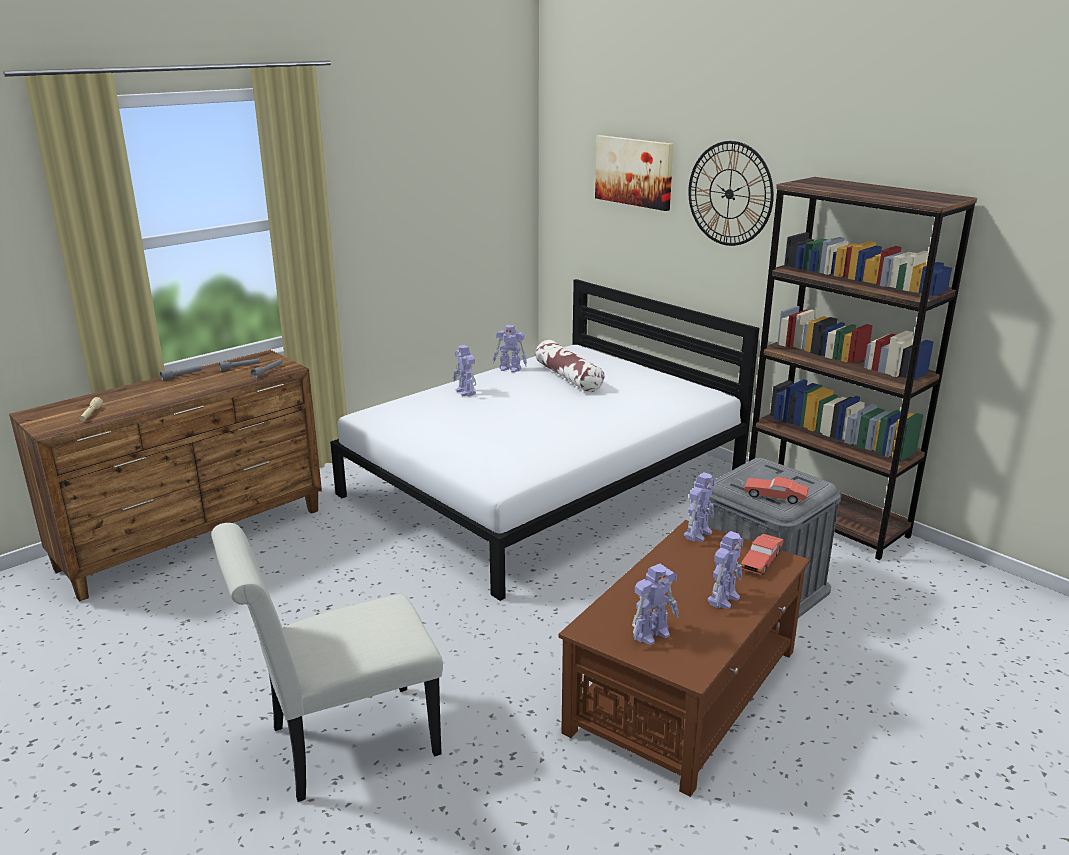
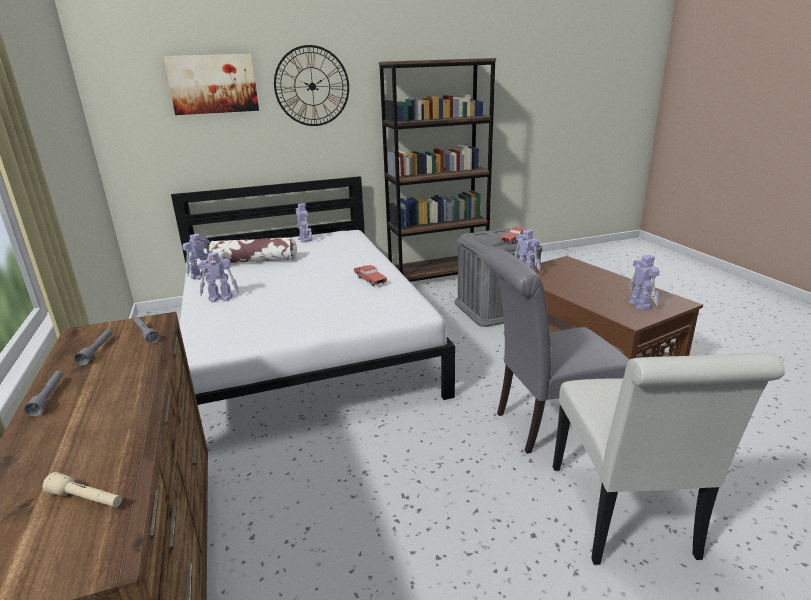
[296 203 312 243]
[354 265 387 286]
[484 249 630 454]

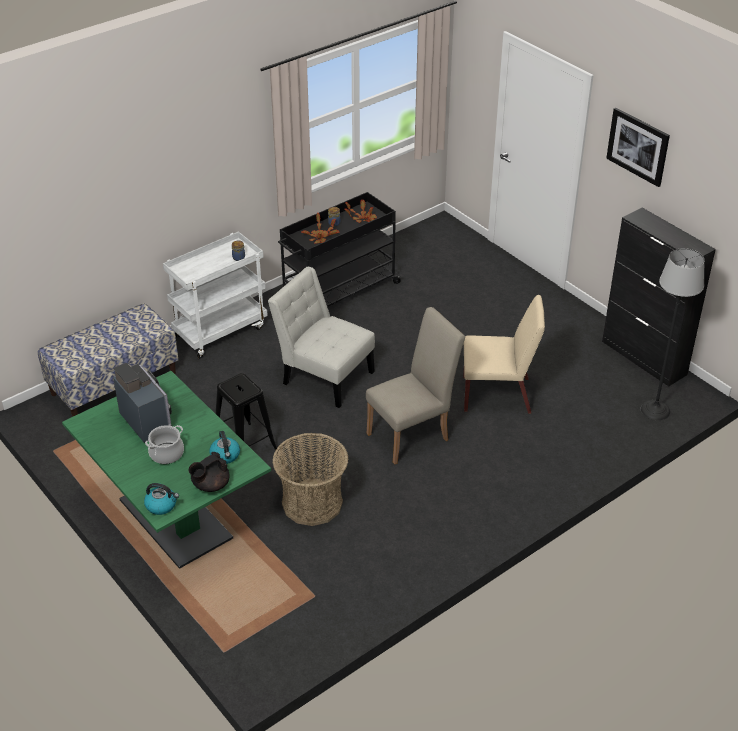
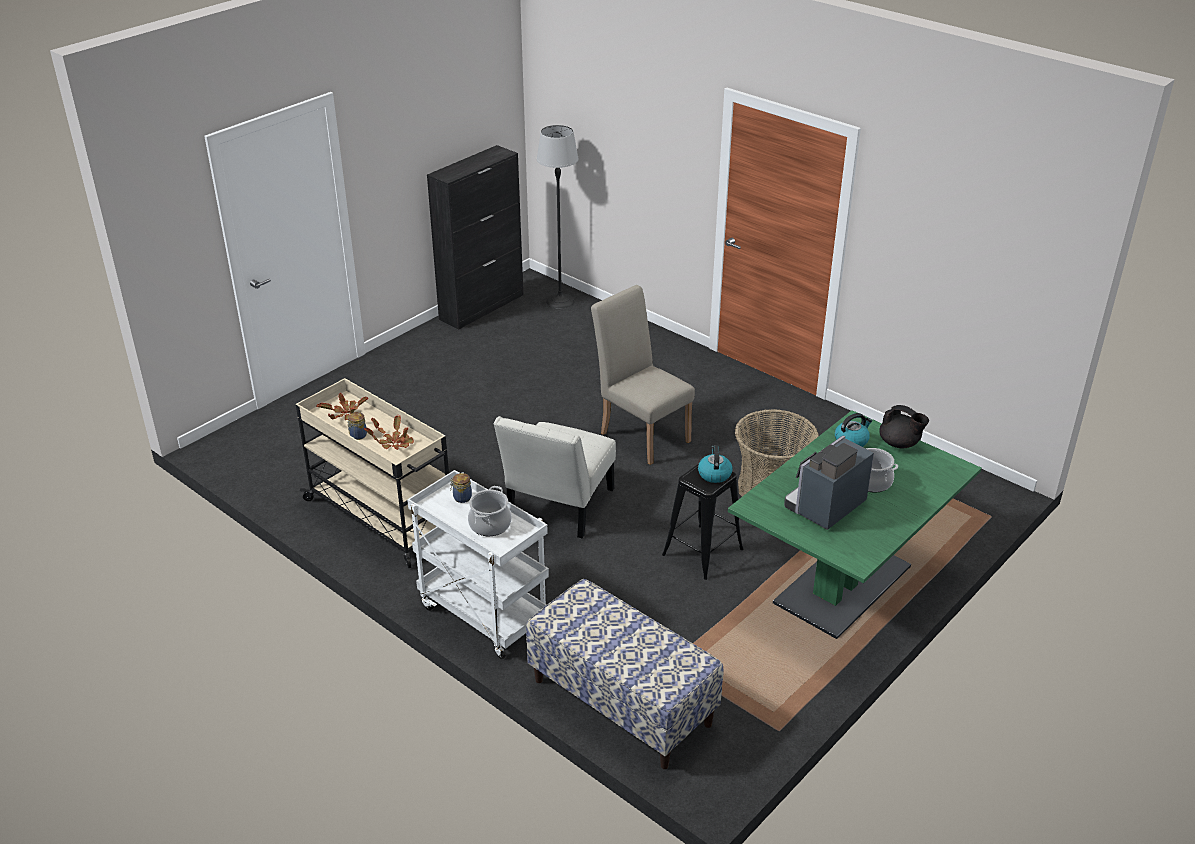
[296 378 449 568]
[468 486 512 536]
[698 445 733 483]
[463 295 545 414] (first image)
[606 108 670 187] (first image)

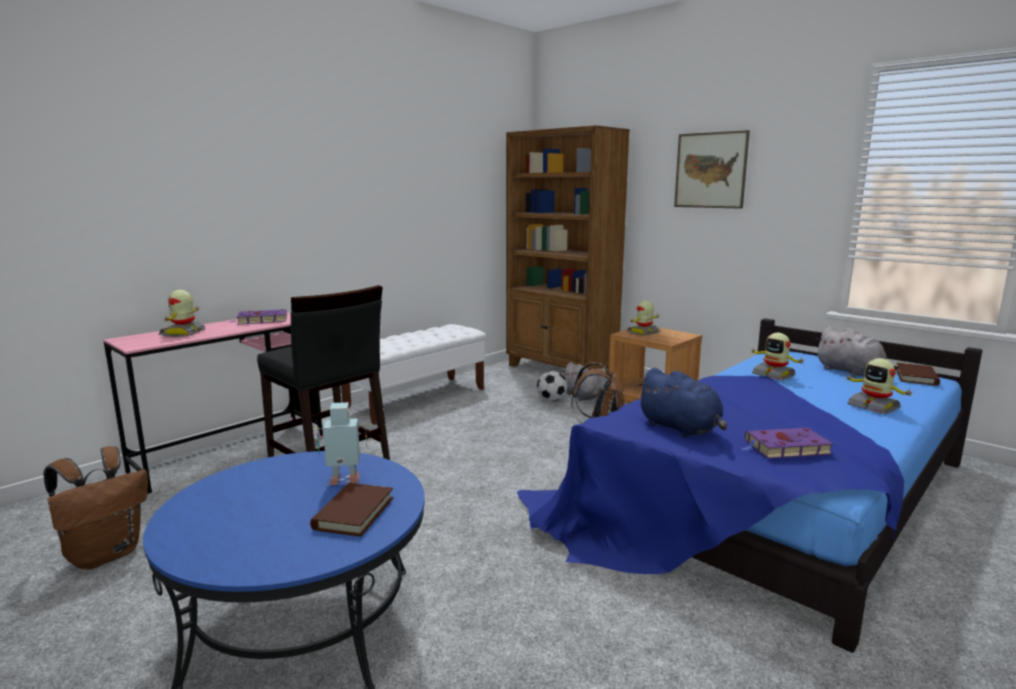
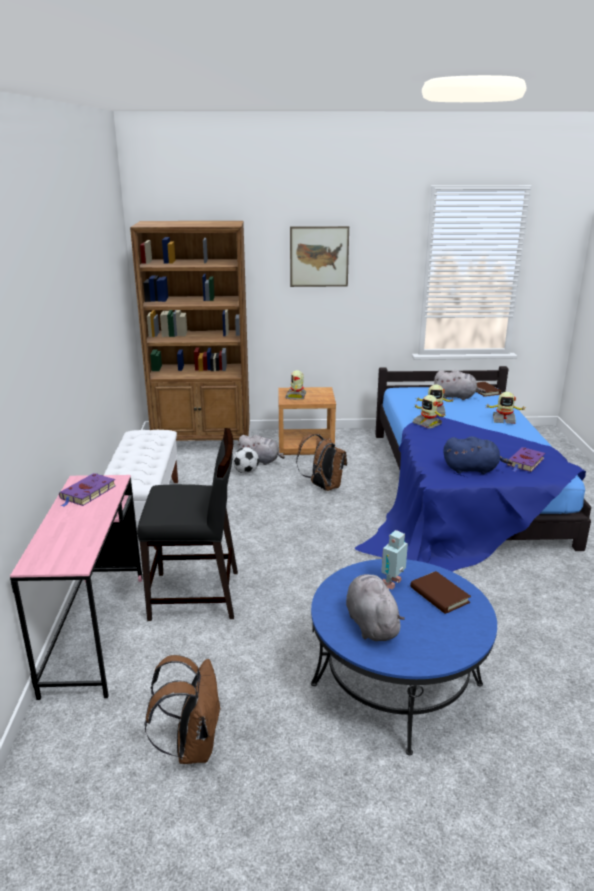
[346 574 405 641]
[413 395 445 429]

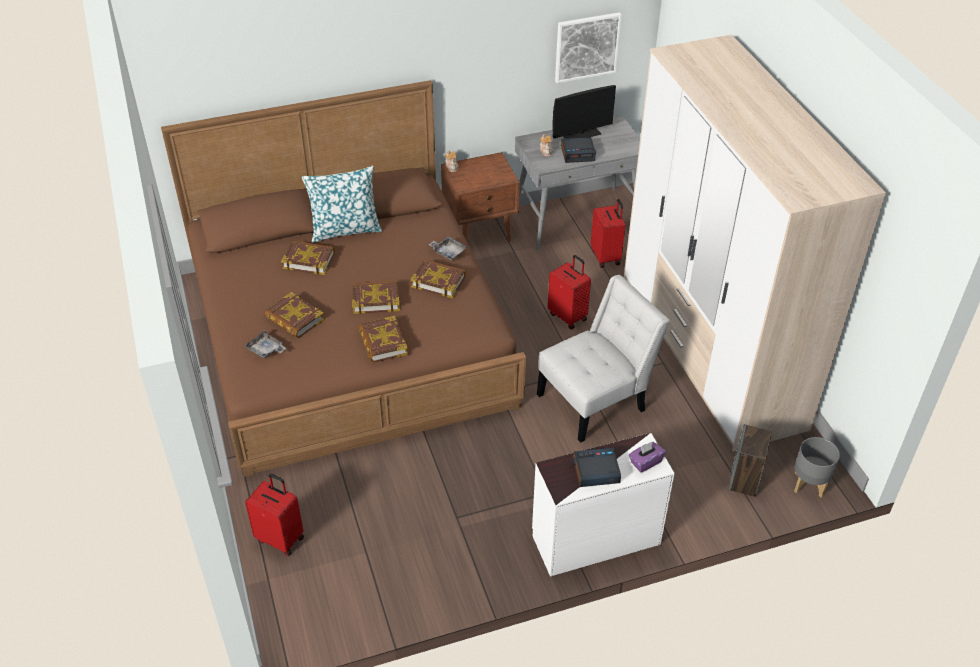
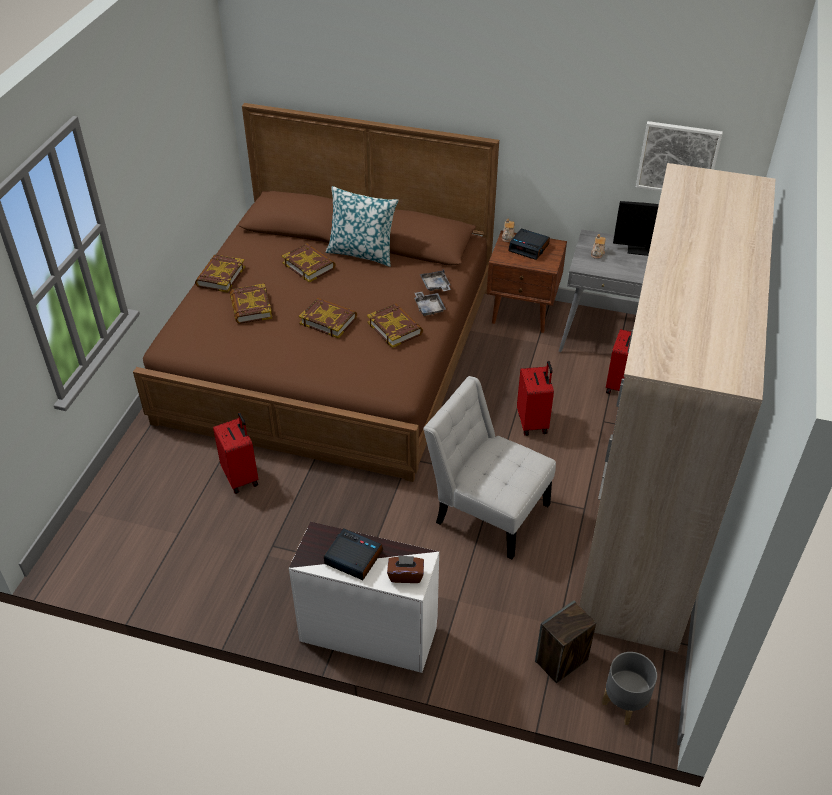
[195 254 245 293]
[213 413 258 494]
[387 555 424 583]
[420 269 451 291]
[423 376 556 559]
[508 228 550 260]

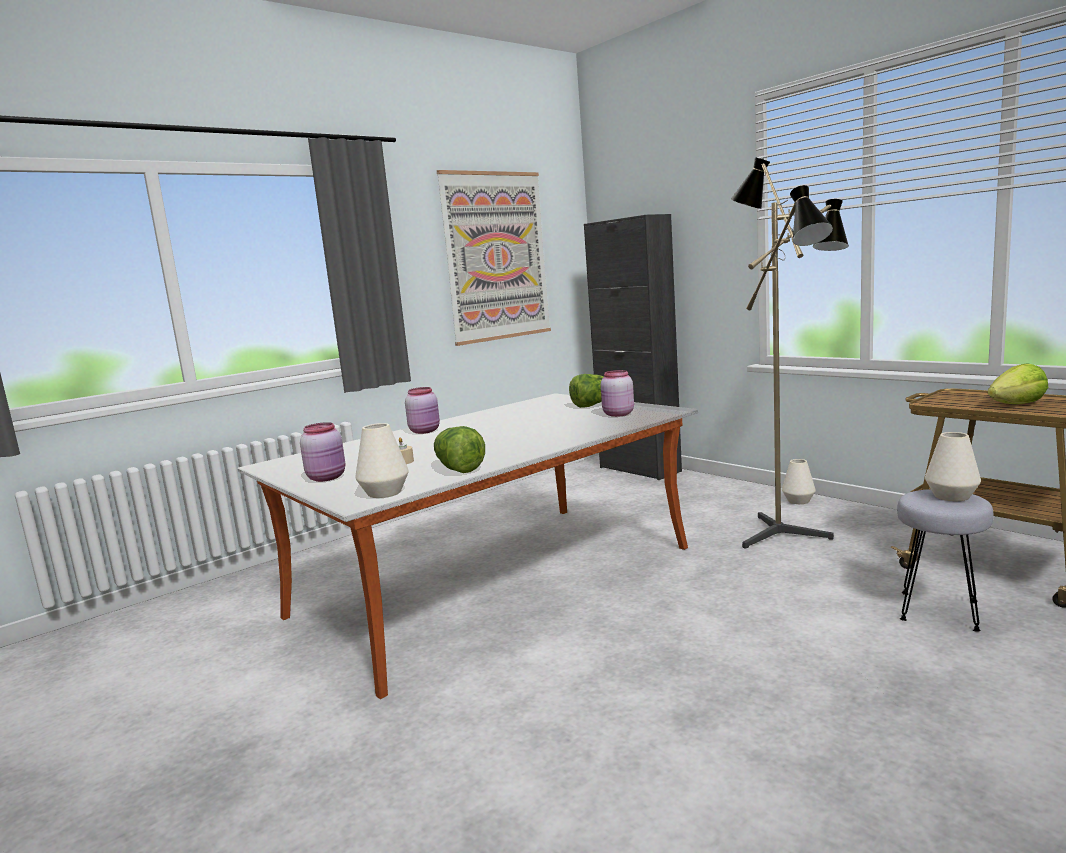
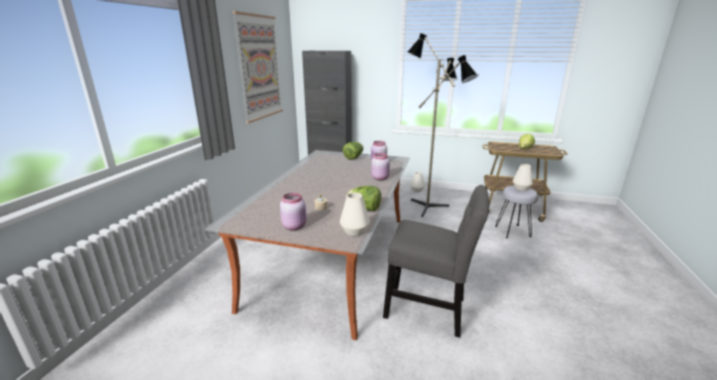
[371 153 390 180]
[383 185 490 338]

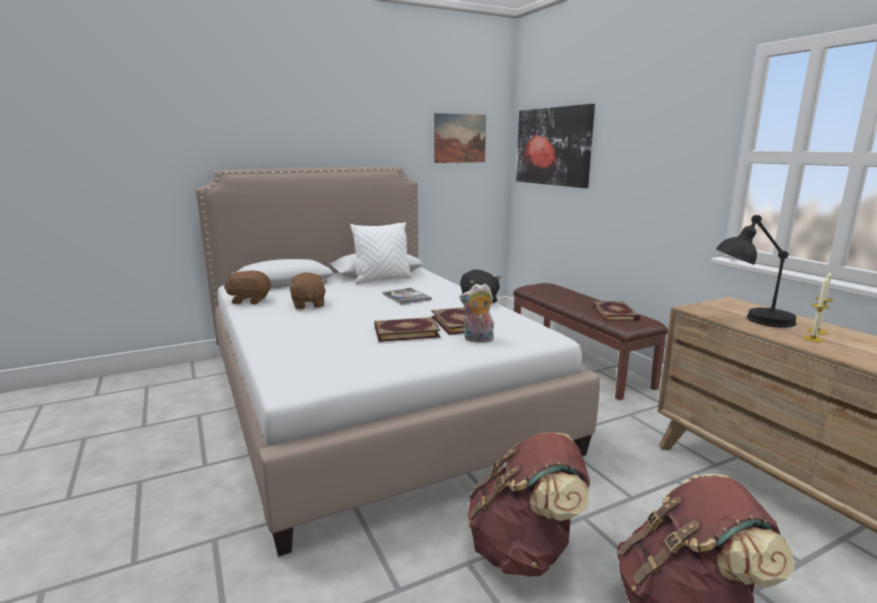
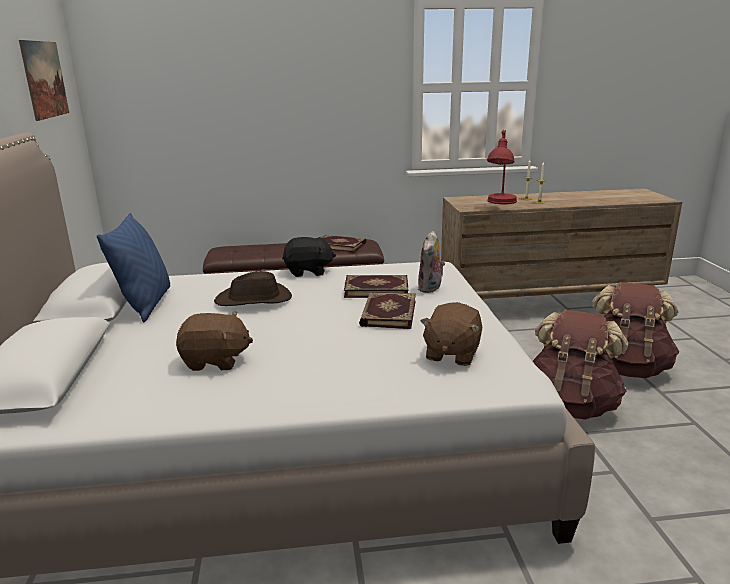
[97 213 170 322]
[214 271 292 306]
[420 302 482 366]
[487 130 517 204]
[516 104 595 188] (first image)

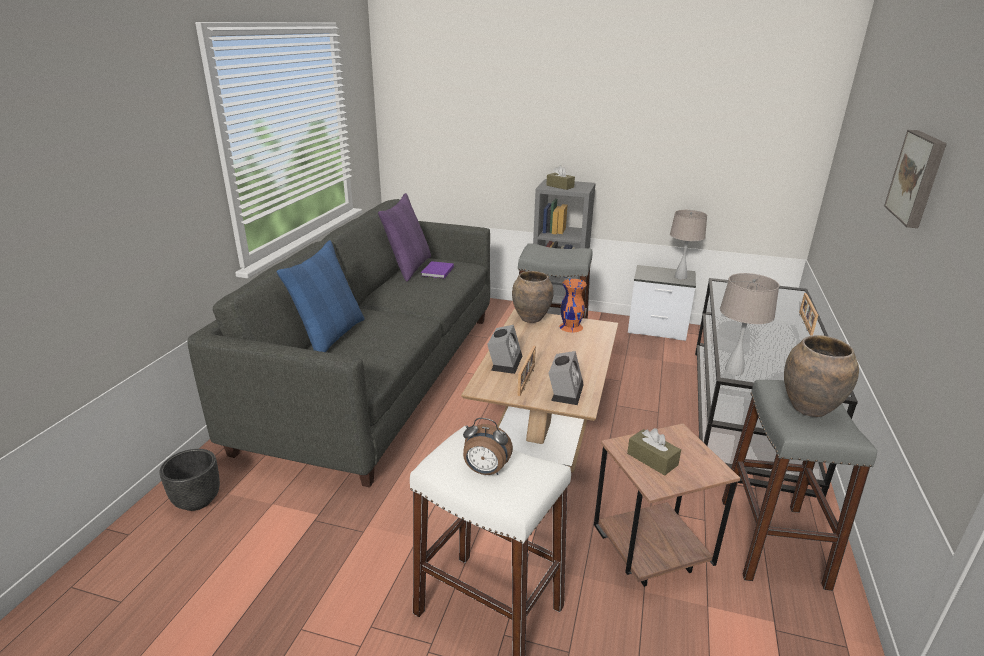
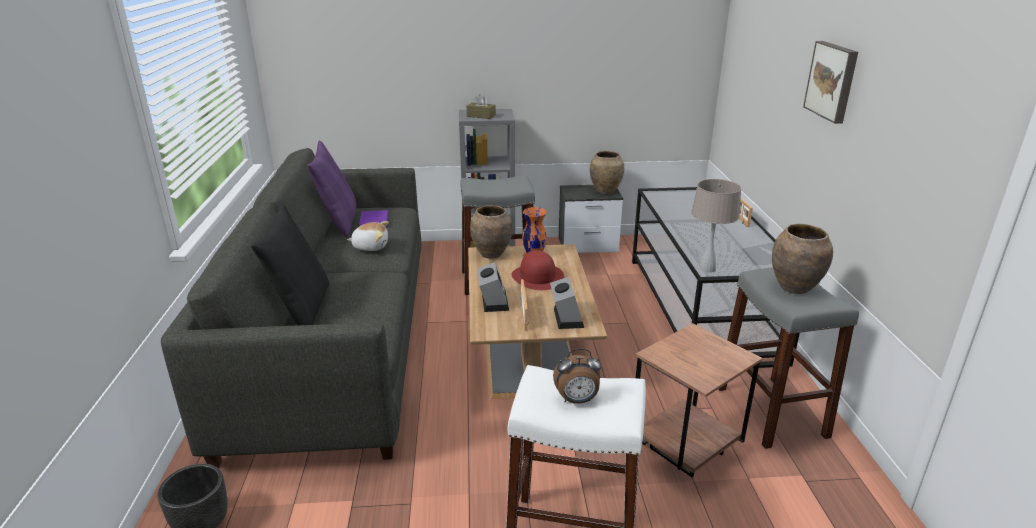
[251 203 329 325]
[347 221 389 251]
[512 250 564 290]
[590 151 624 195]
[627 428 681 476] (first image)

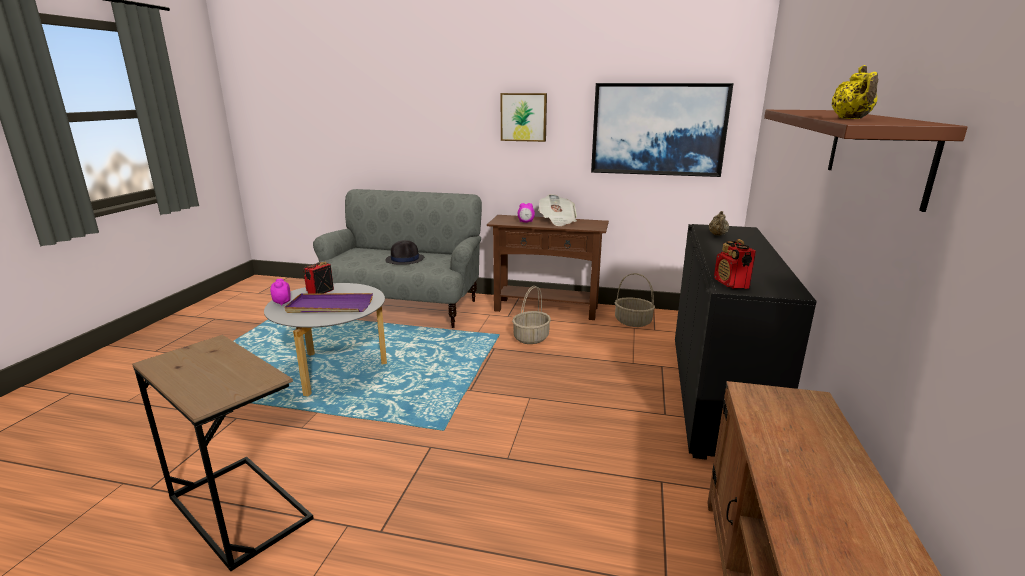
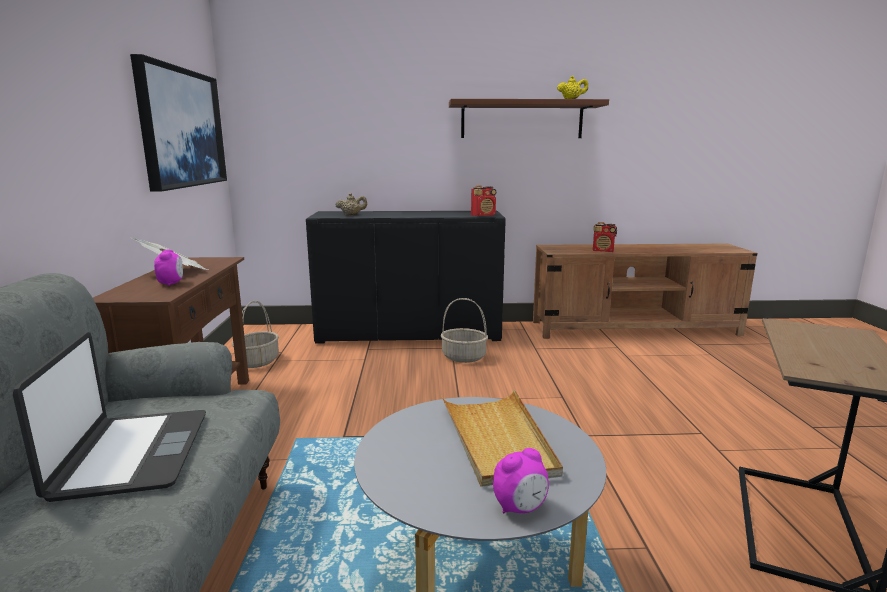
[13 332 206 502]
[441 298 488 363]
[441 389 563 487]
[593 222 617 252]
[501 93 547 142] (first image)

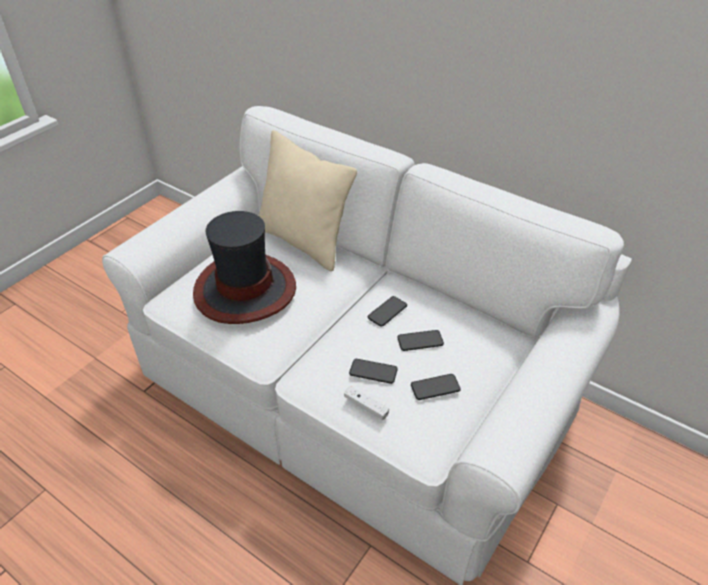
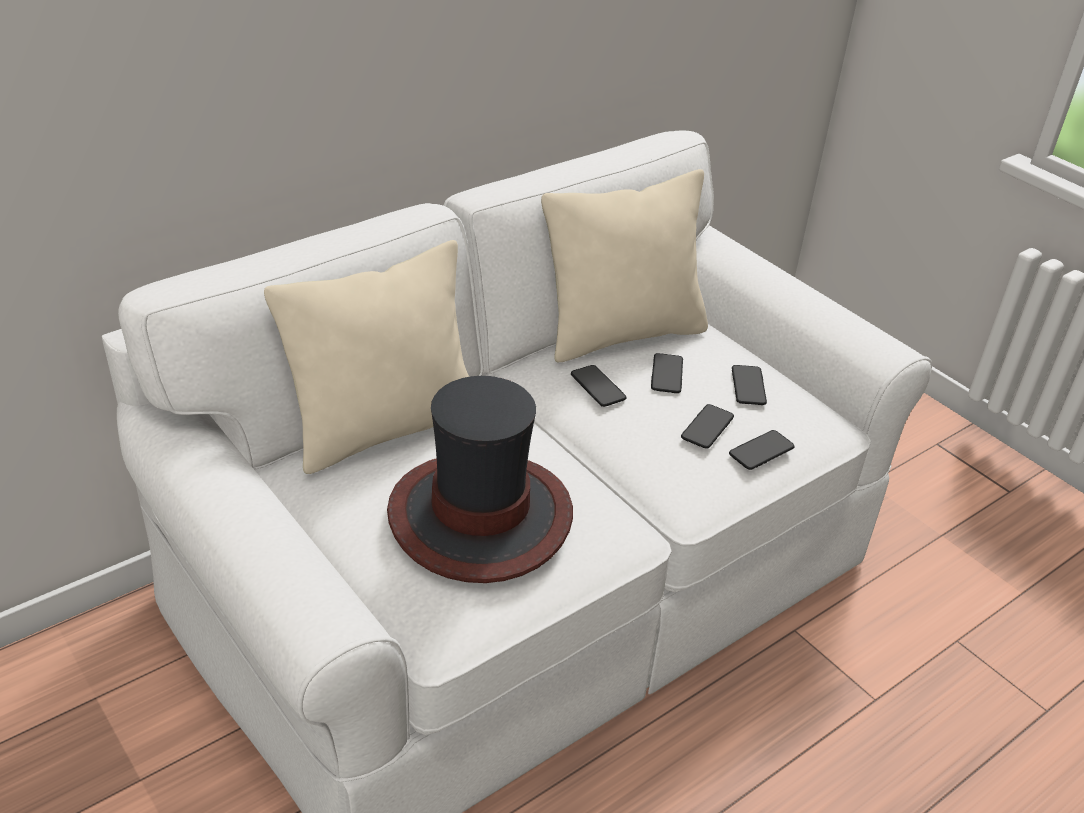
[541 169 708 362]
[729 430 794 470]

